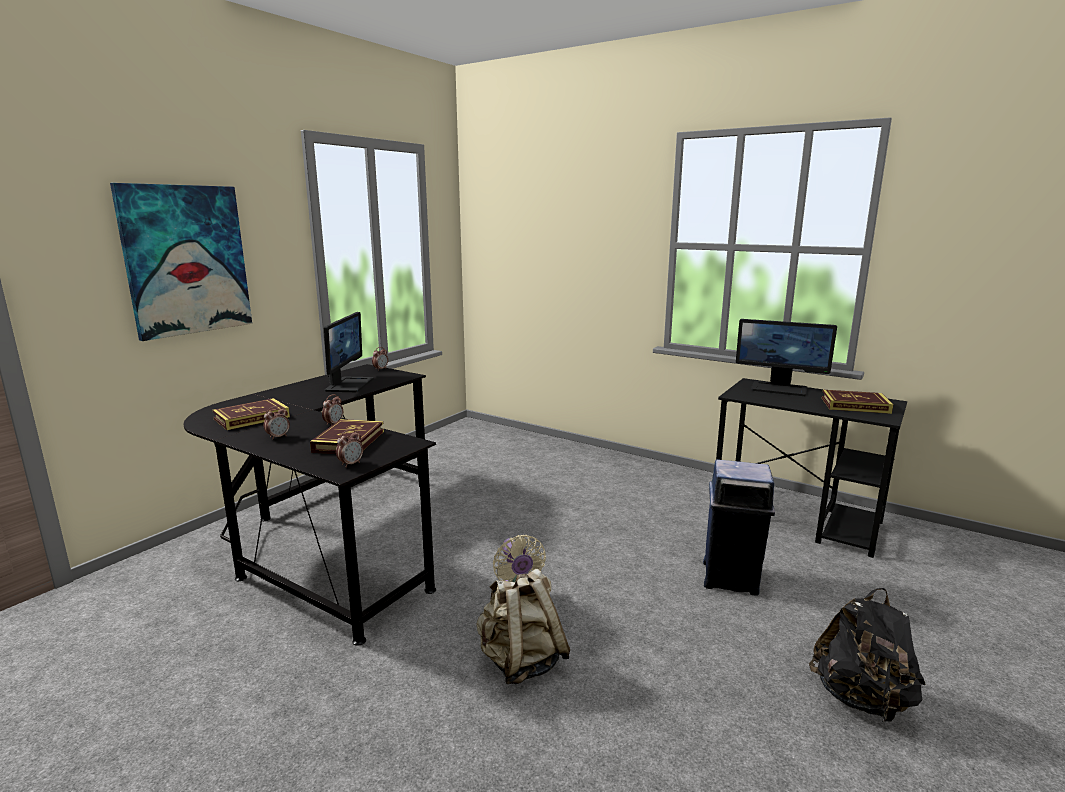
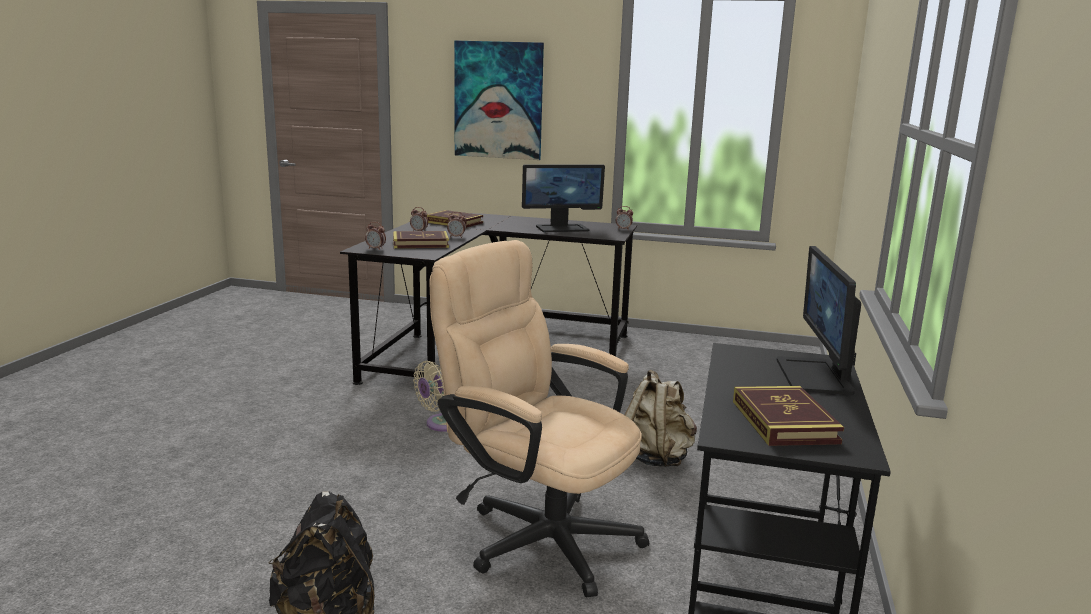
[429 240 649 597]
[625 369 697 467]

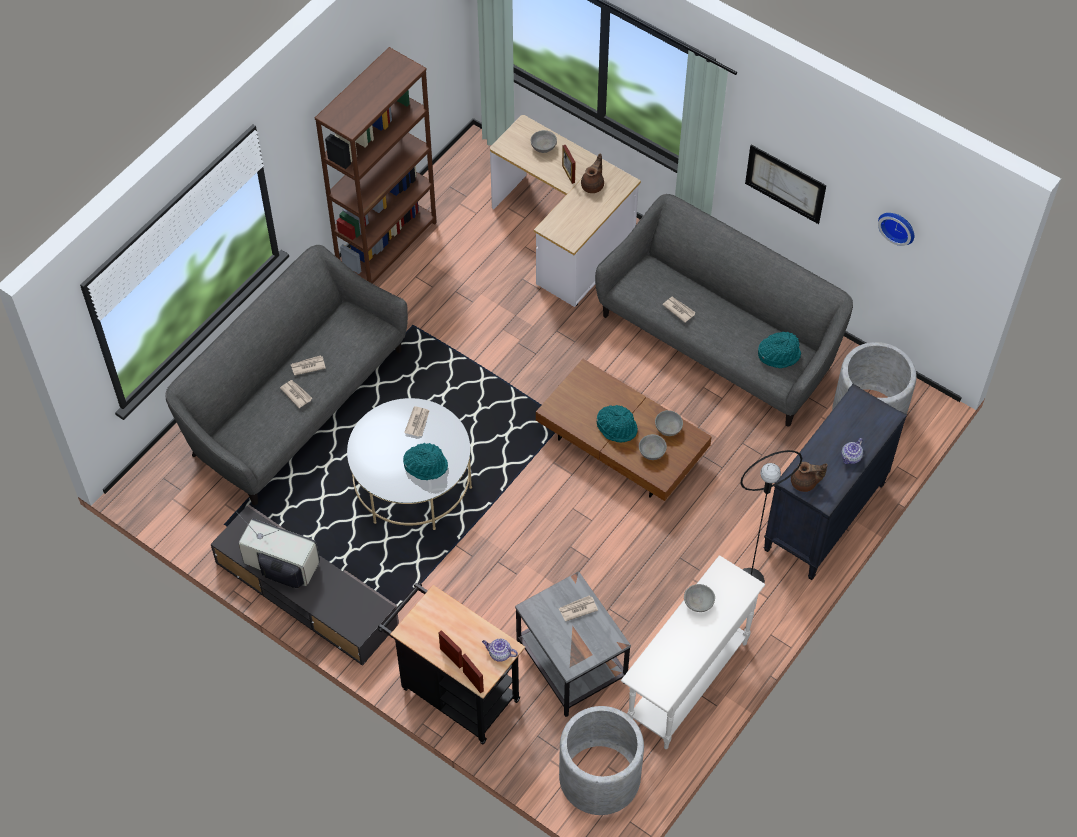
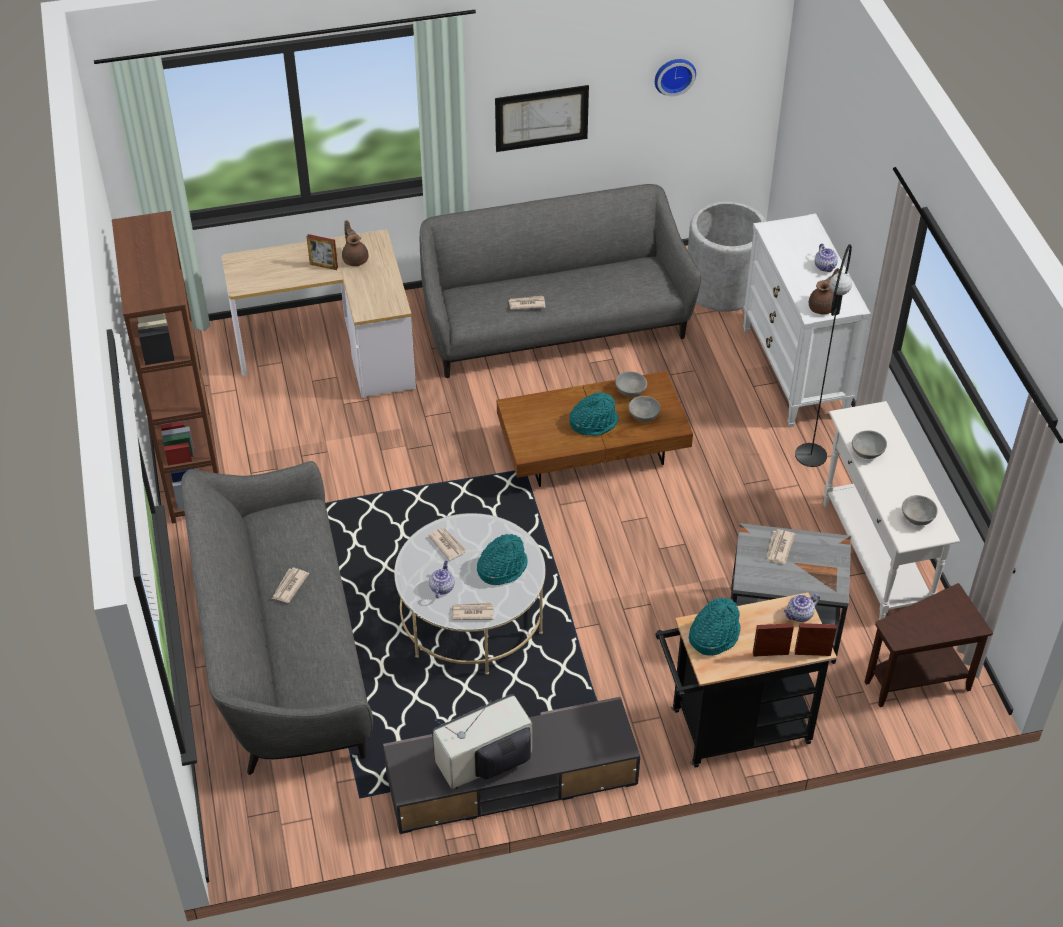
[429 561 454 598]
[452 602 494 620]
[689 597 741 656]
[743 213 871 427]
[865 583 993 707]
[902 495 938 526]

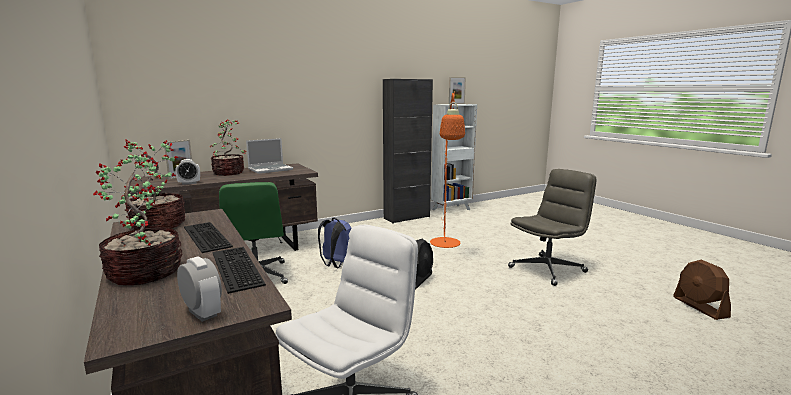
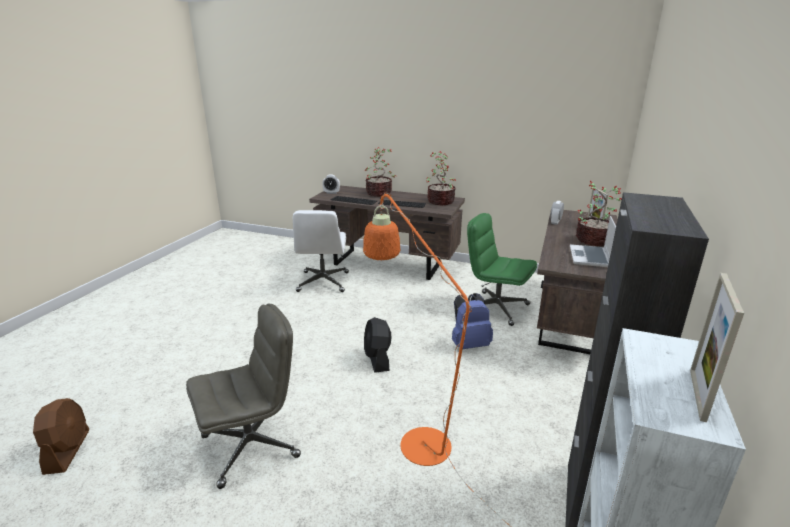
[33 398 89 475]
[186 304 301 489]

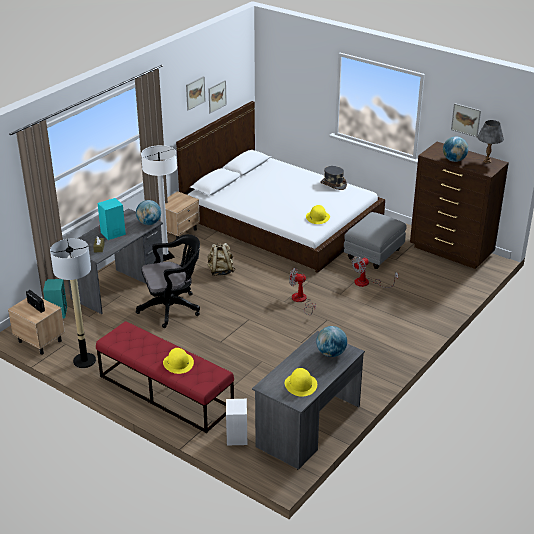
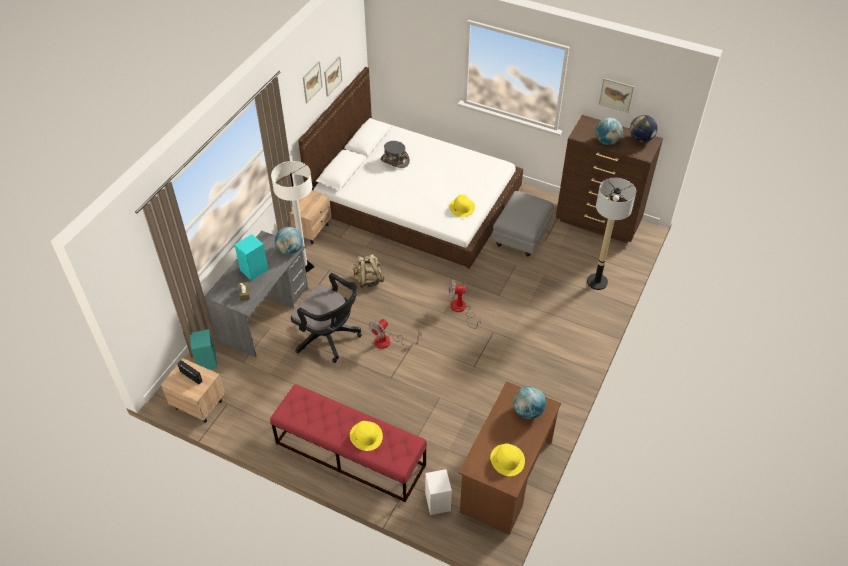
[291 273 362 363]
[369 319 422 349]
[381 141 410 168]
[458 381 561 535]
[587 178 636 290]
[630 115 658 142]

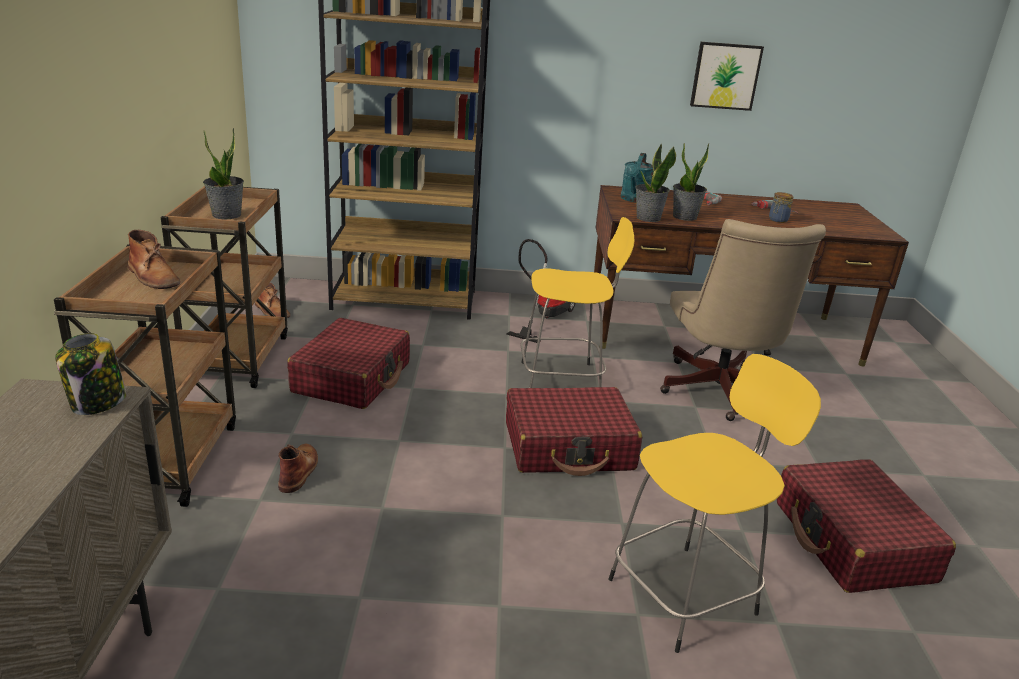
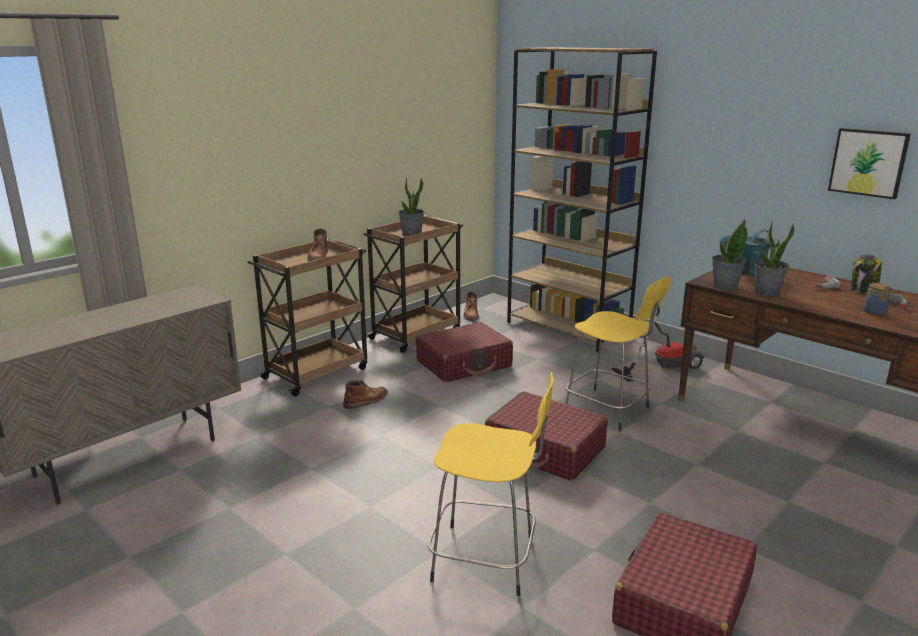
[851 255 882 293]
[660 219 826 421] (first image)

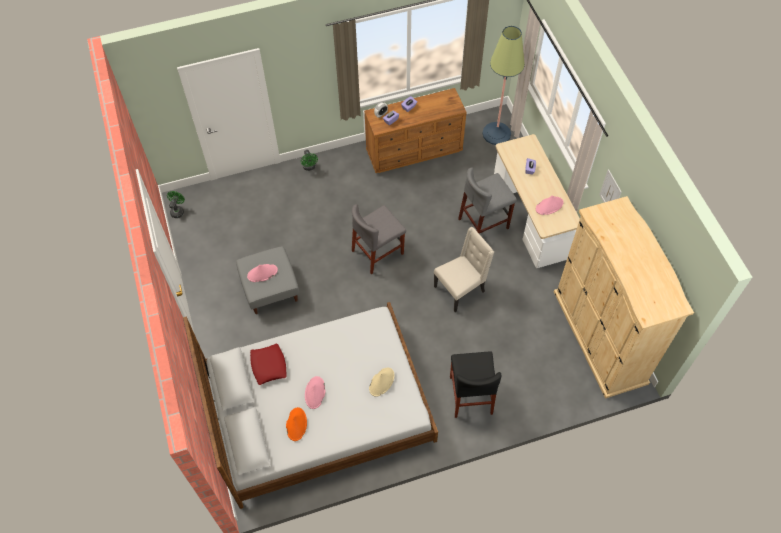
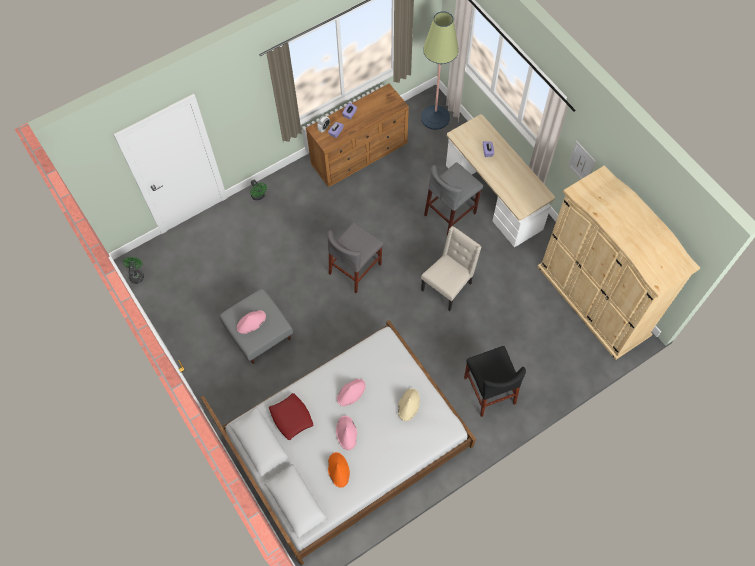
[337 379 366 406]

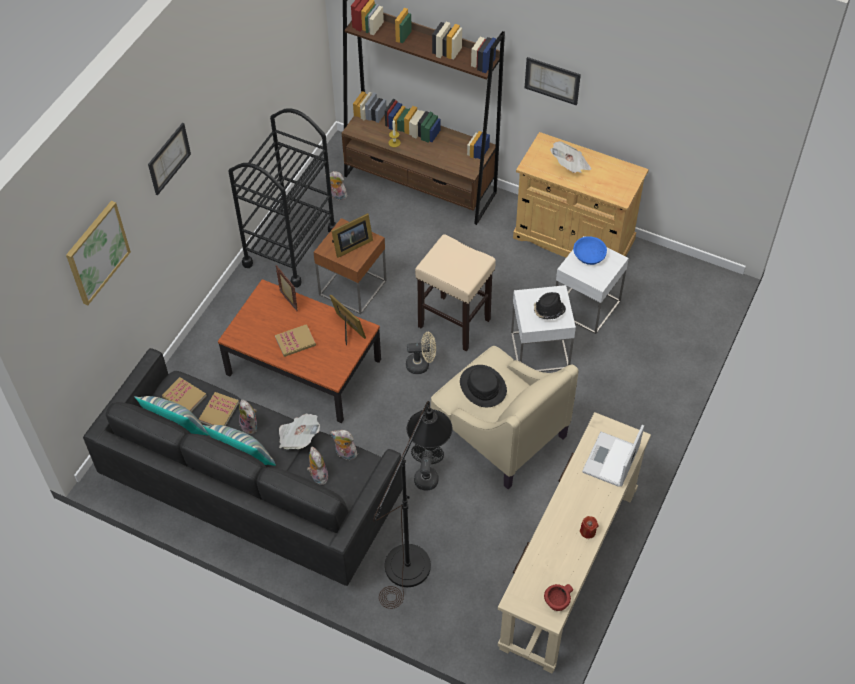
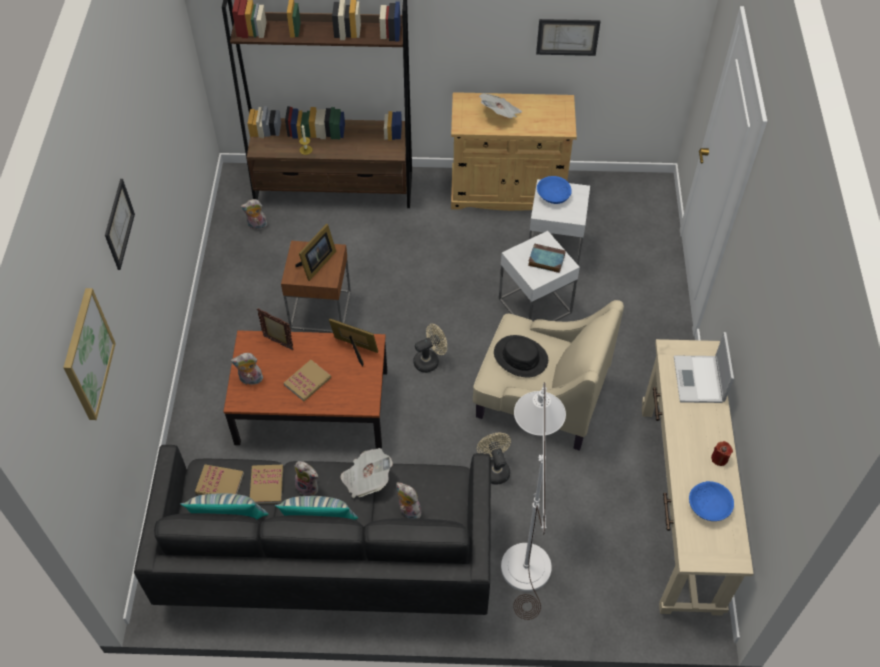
[231 353 263 385]
[477 433 511 485]
[501 382 566 620]
[528 243 566 273]
[536 19 601 56]
[689 481 734 521]
[228 108 337 288] (first image)
[415 234 496 351] (first image)
[544 584 573 611] (first image)

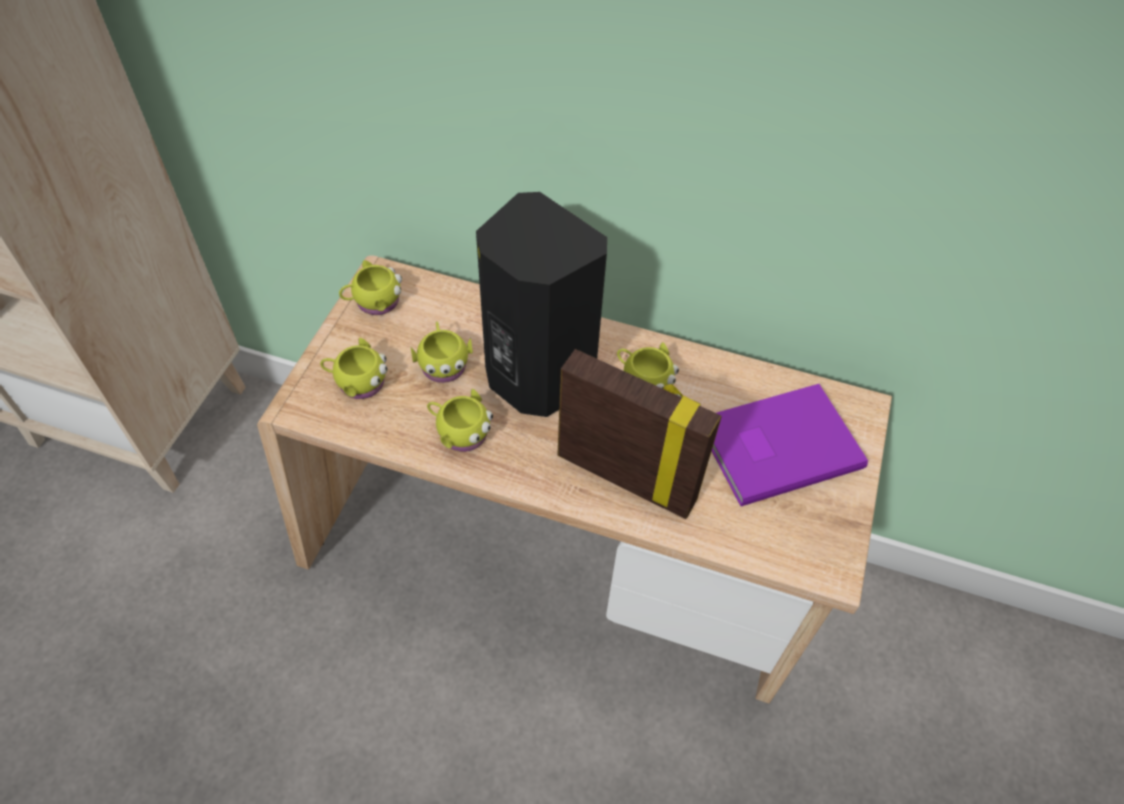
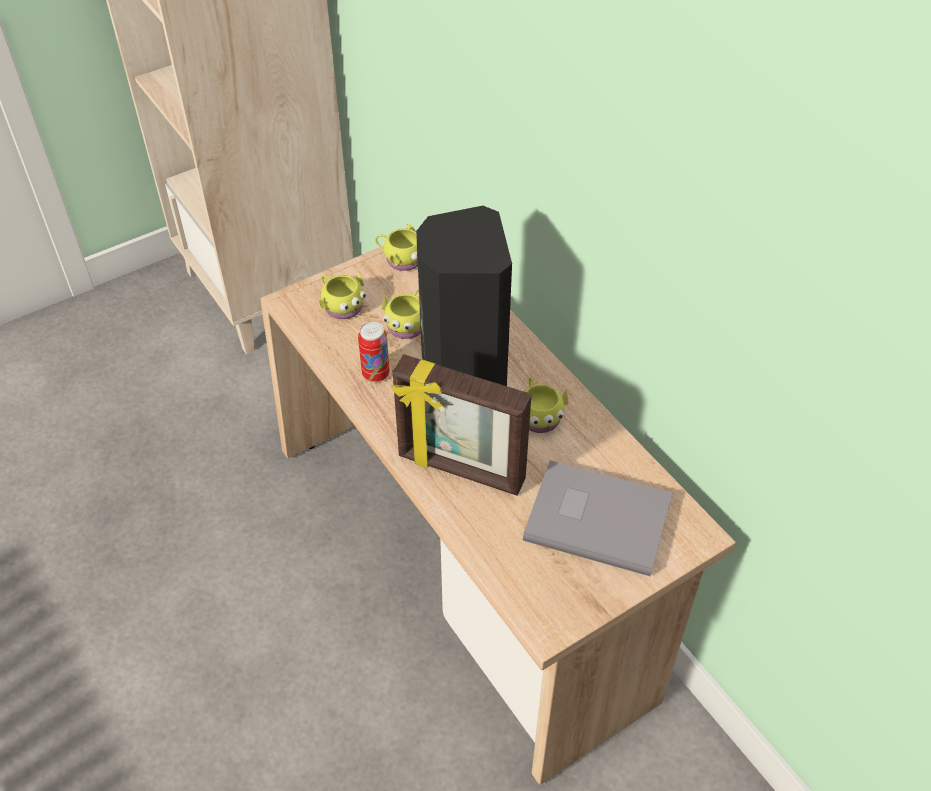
[358 322 390 382]
[392 354 531 496]
[523 460 672 576]

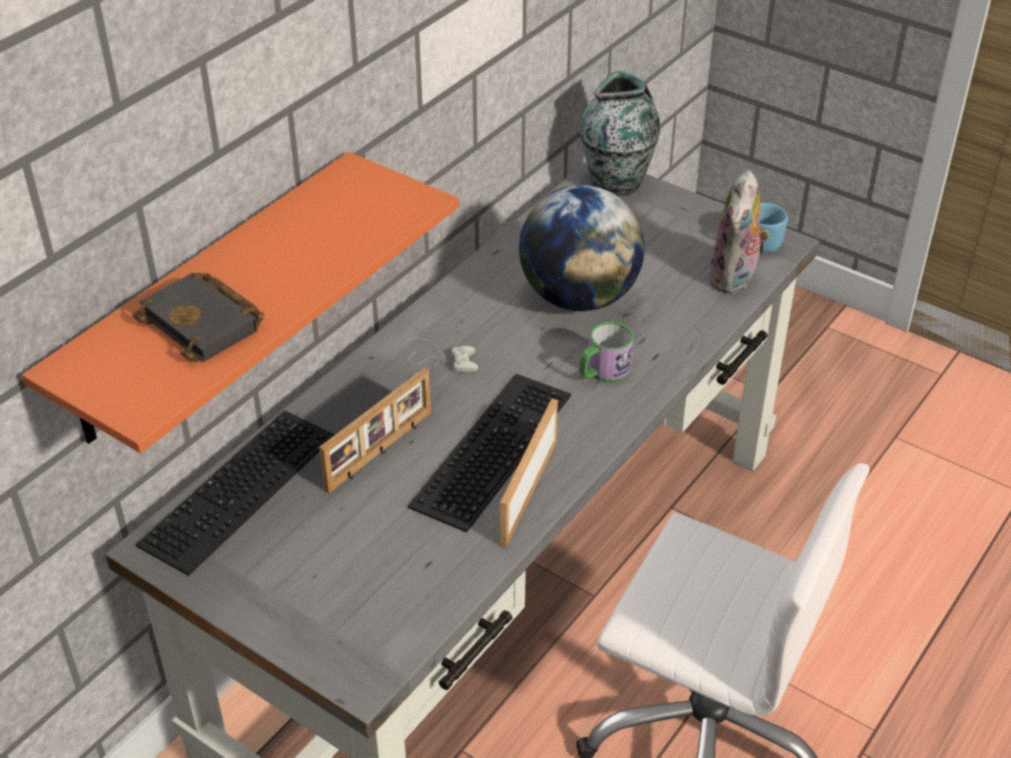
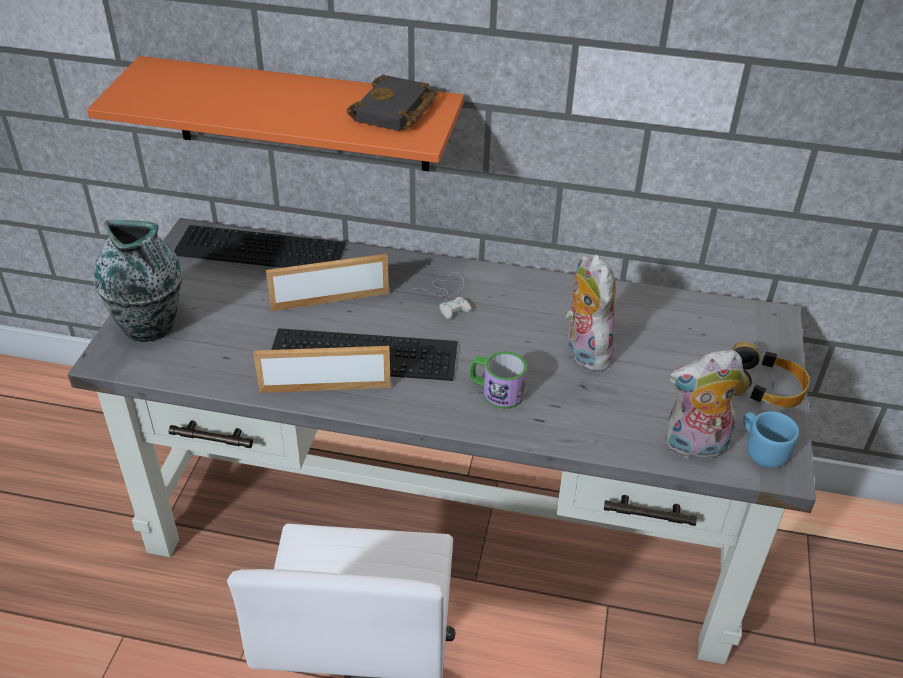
[94 220 182 342]
[266 254 389 311]
[347 75 437 131]
[565 254 616 372]
[732 342 810 408]

